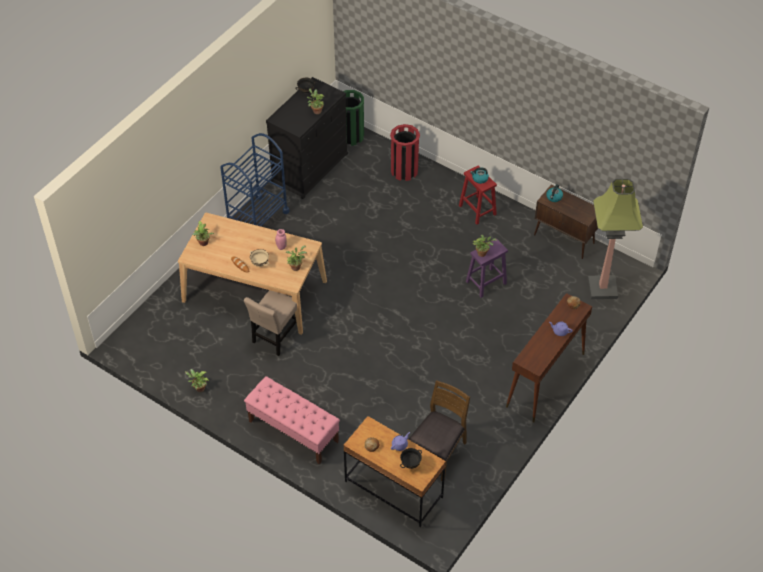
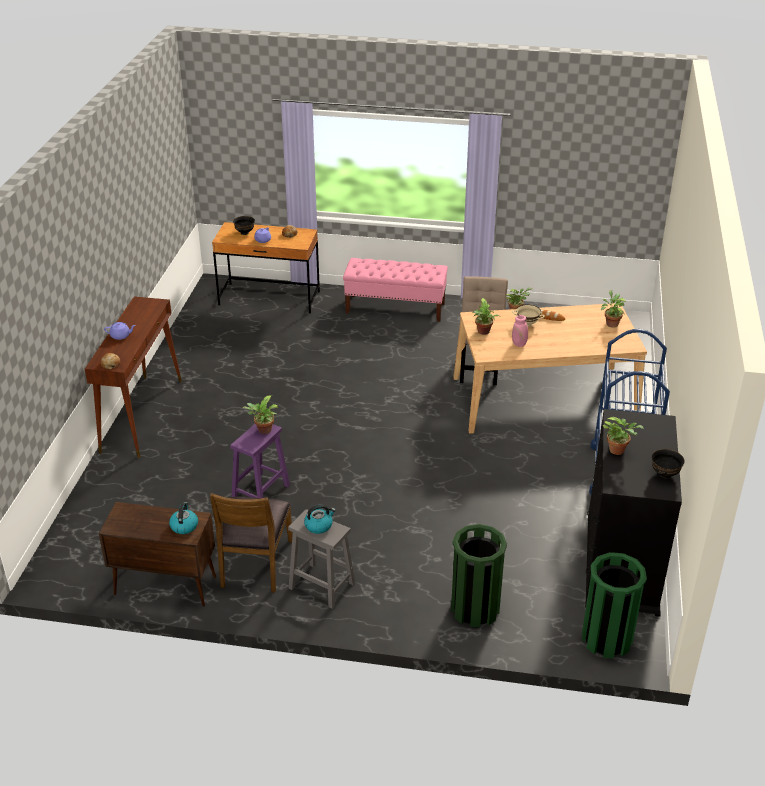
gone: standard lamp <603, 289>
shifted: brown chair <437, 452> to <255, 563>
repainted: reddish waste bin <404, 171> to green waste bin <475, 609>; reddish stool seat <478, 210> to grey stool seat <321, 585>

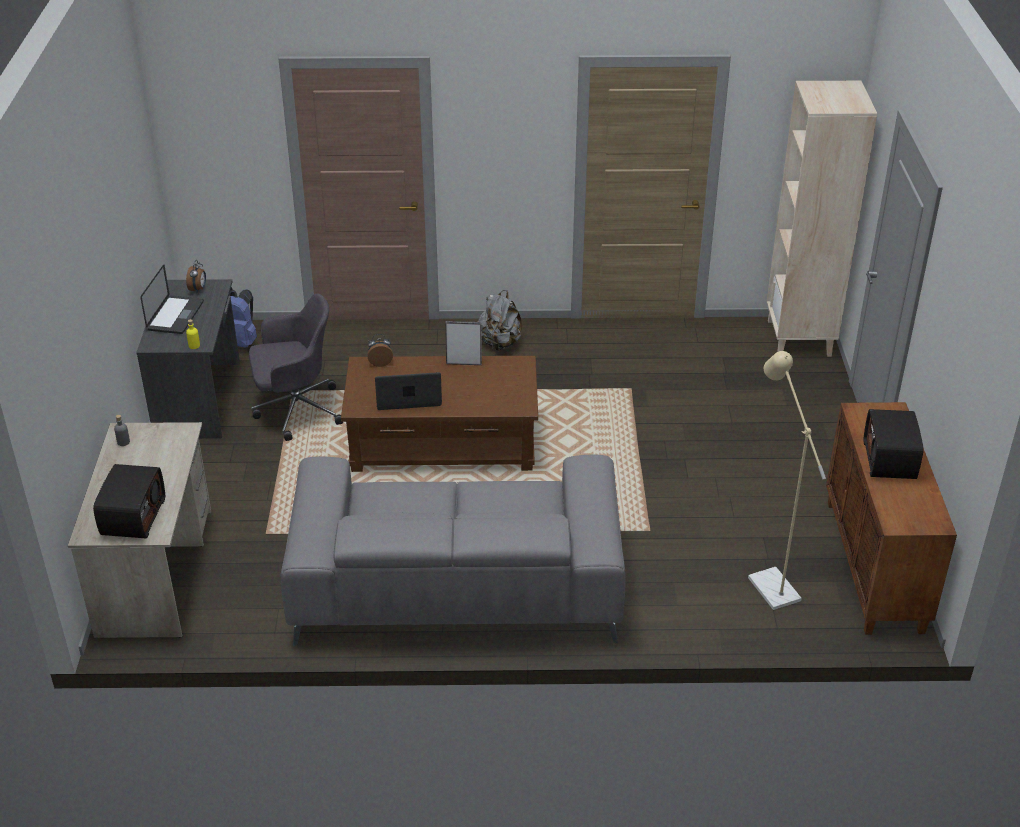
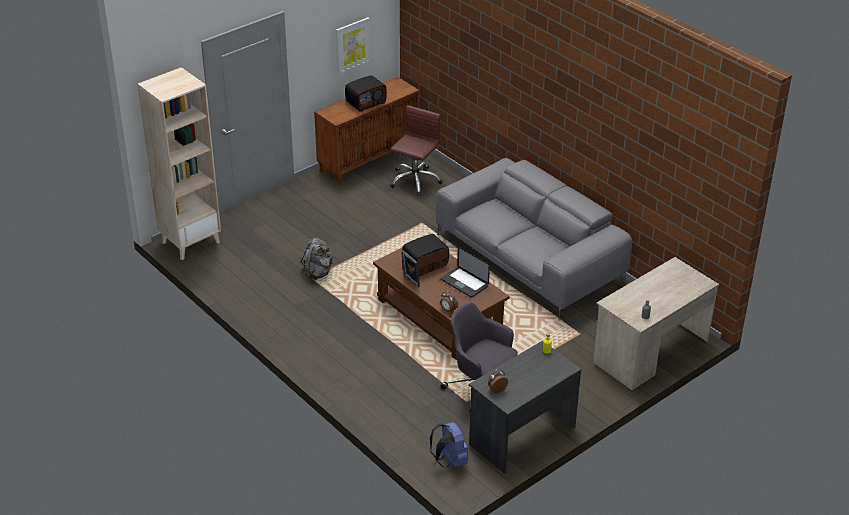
gone: portable computer <175, 316>
new: wall art <352, 45>
shifted: radio receiver <132, 516> to <425, 265>; grey knapsack <500, 343> to <317, 273>
swapped: sand-coloured standard lamp <768, 582> to brown desk chair <415, 180>

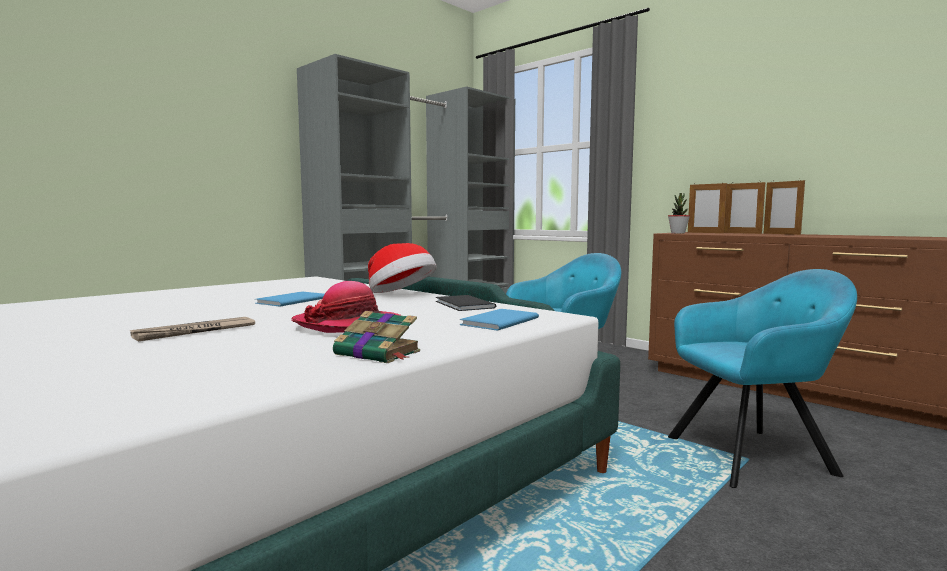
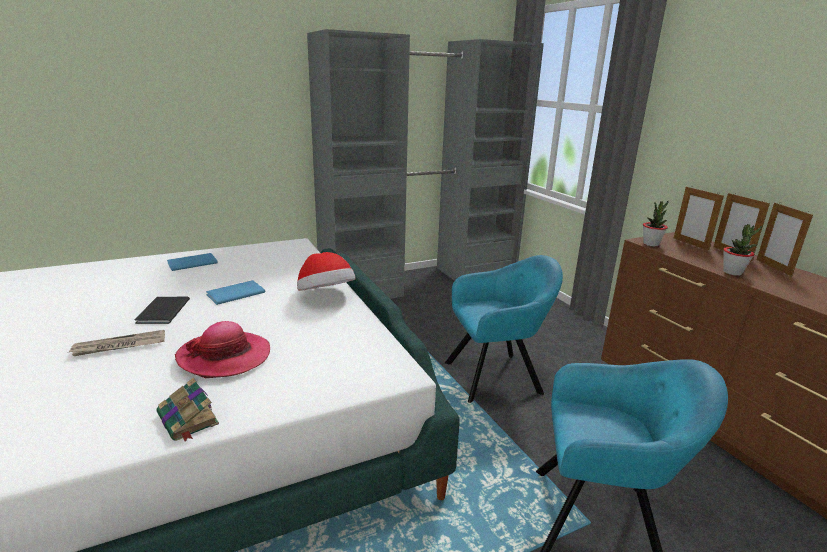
new: plant in a pot <732, 272>
shifted: black bound book <463, 305> to <161, 312>; blue-coloured bound book <497, 321> to <191, 263>

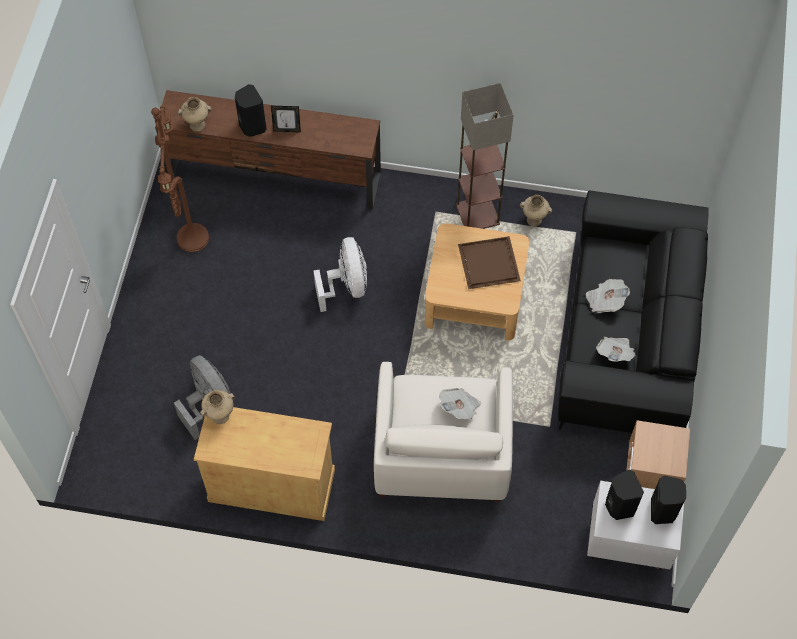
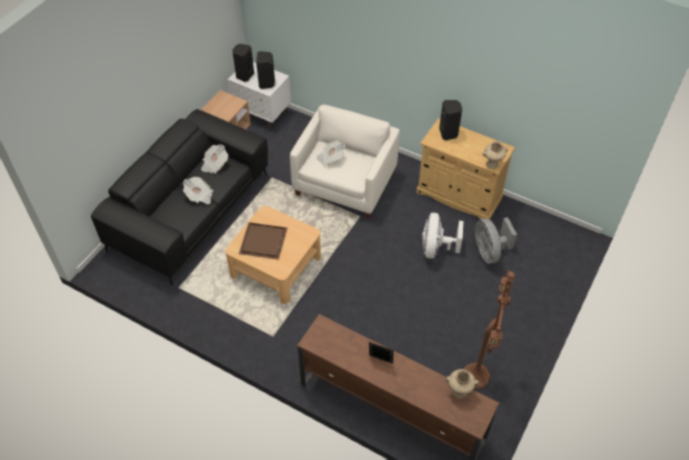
gone: standard lamp <477, 214>; sand-coloured flower vase <534, 219>
shifted: black audio speaker <252, 126> to <448, 133>; white-coloured electric fan <346, 286> to <436, 248>

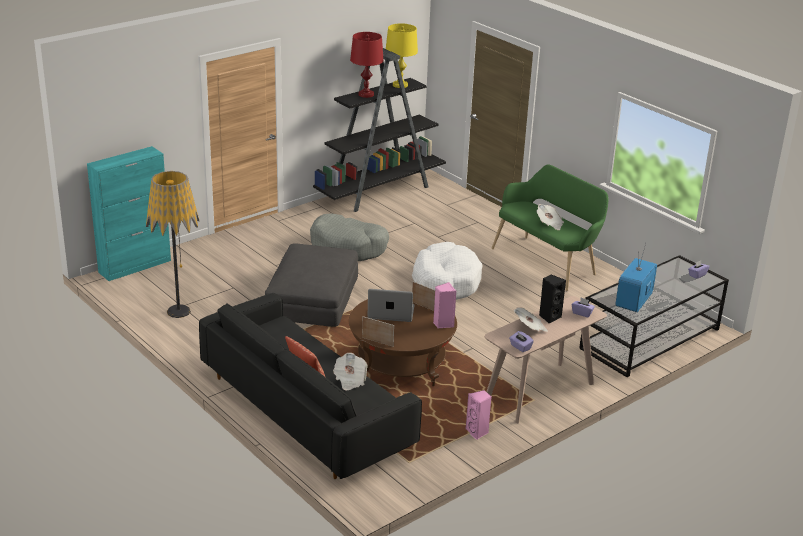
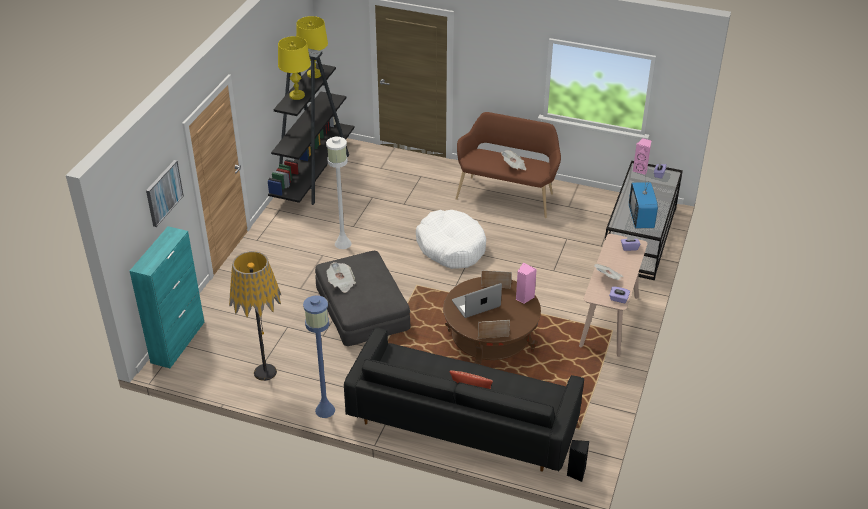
new: wall art <163, 193>; blue-coloured standard lamp <324, 410>
shifted: newspaper <350, 380> to <341, 283>; pink-coloured audio speaker <477, 432> to <641, 170>; black audio speaker <549, 317> to <576, 473>
swapped: grey dog bed <348, 247> to white-coloured standard lamp <342, 244>
repainted: reddish table lamp <366, 94> to yellowish table lamp <297, 95>; green long seat <547, 261> to brown long seat <507, 194>

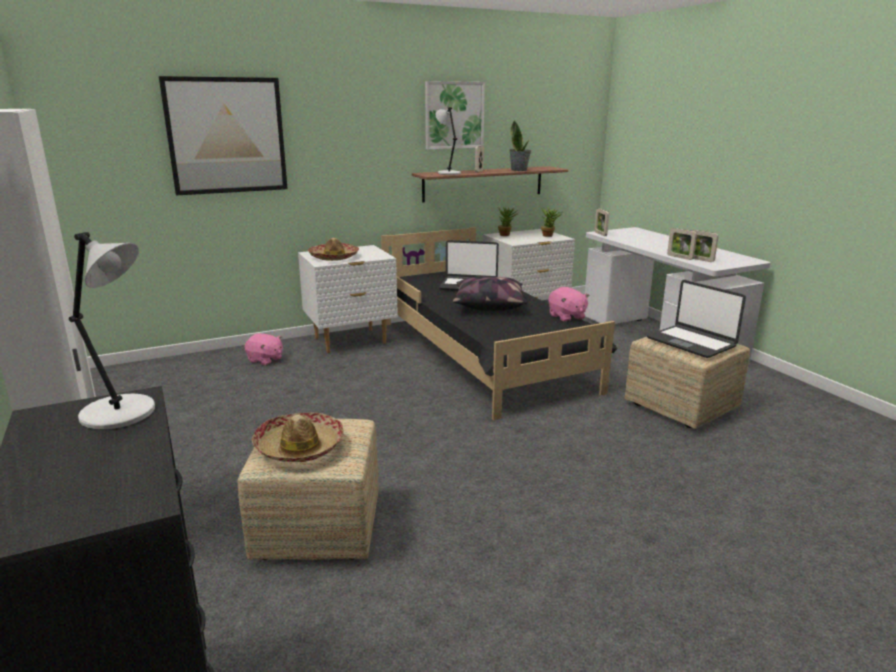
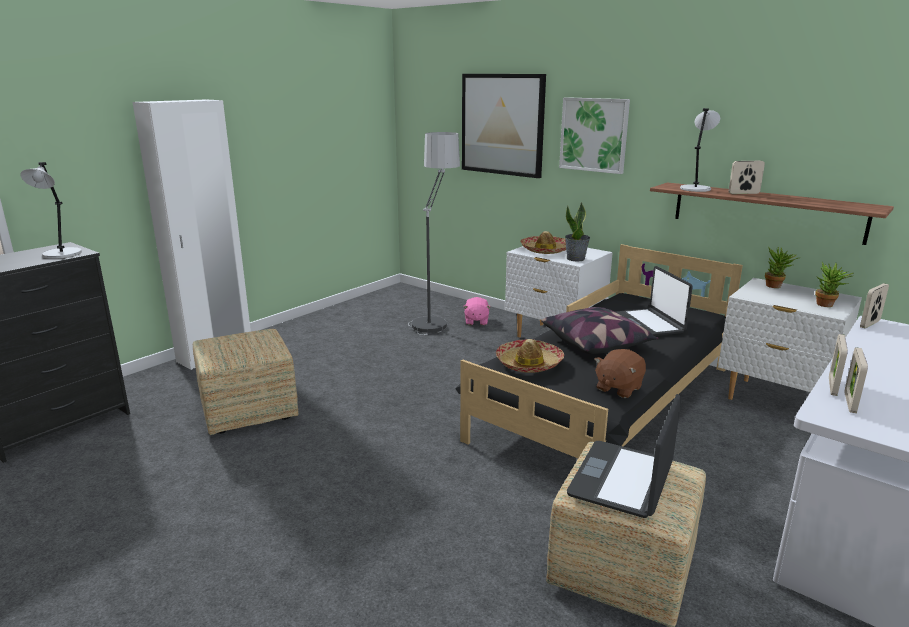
new: standard lamp <434, 317>
shifted: wearable hat <299, 447> to <529, 364>; wall art <454, 115> to <594, 135>; plant in a pot <519, 170> to <576, 259>
repainted: pink-coloured soft toy <566, 317> to brown soft toy <618, 388>

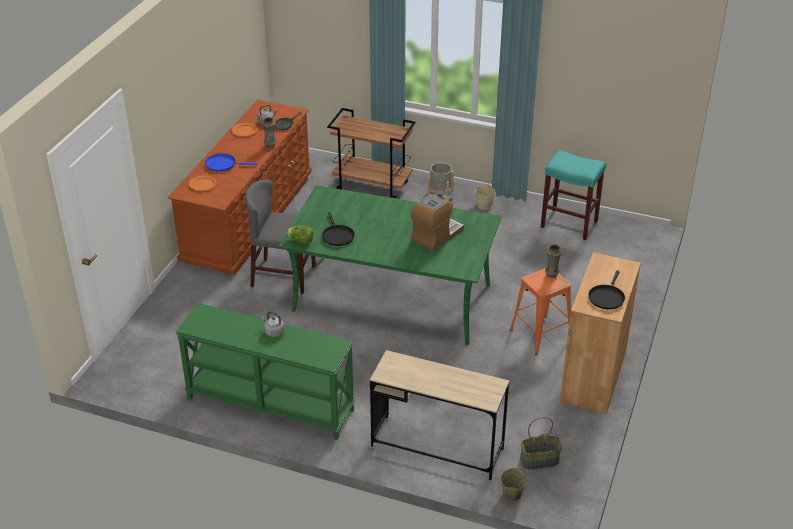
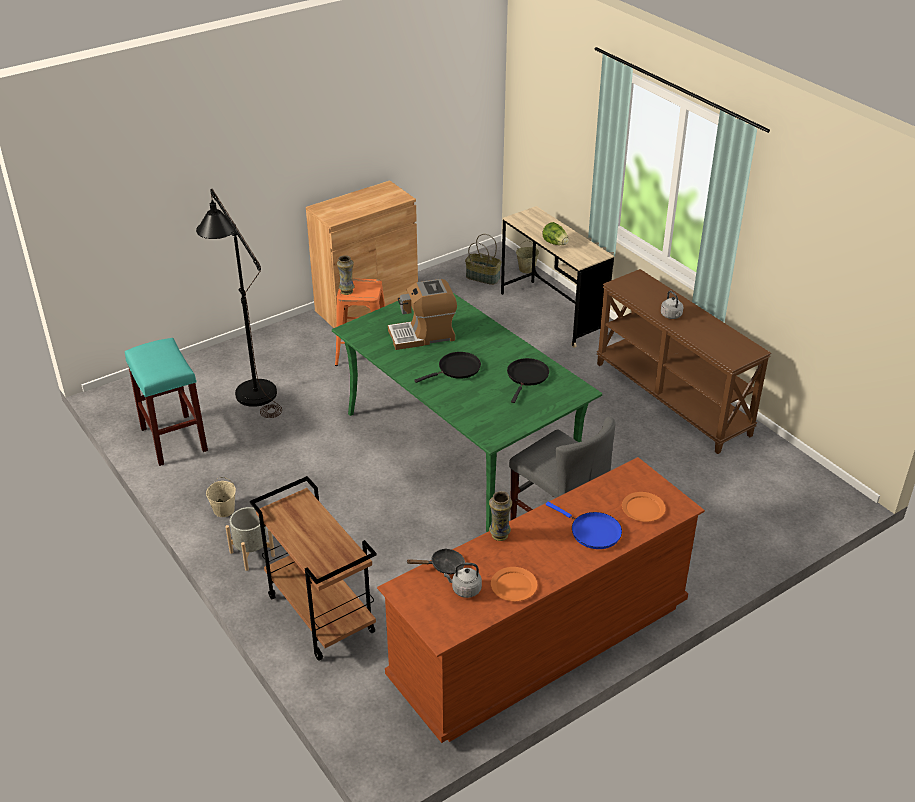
new: black standard lamp <251, 387>
shifted: lettuce head <301, 241> to <555, 243>; black pan <606, 297> to <457, 369>
repainted: green console table <269, 405> to brown console table <673, 398>

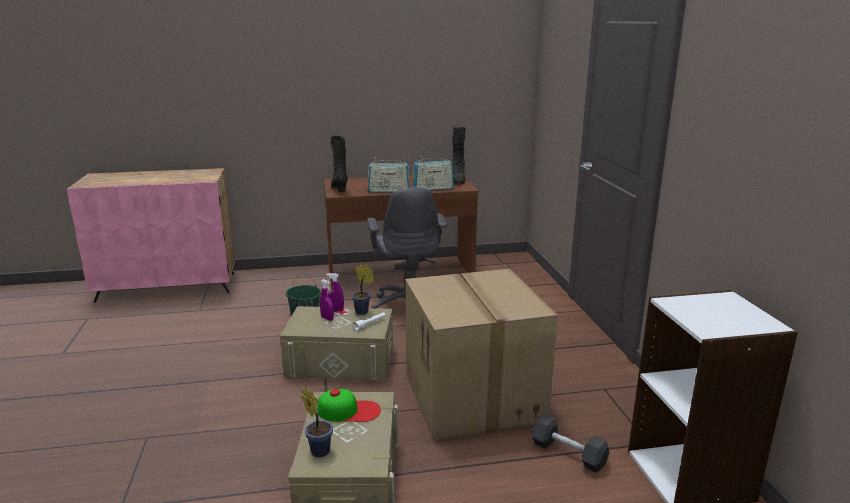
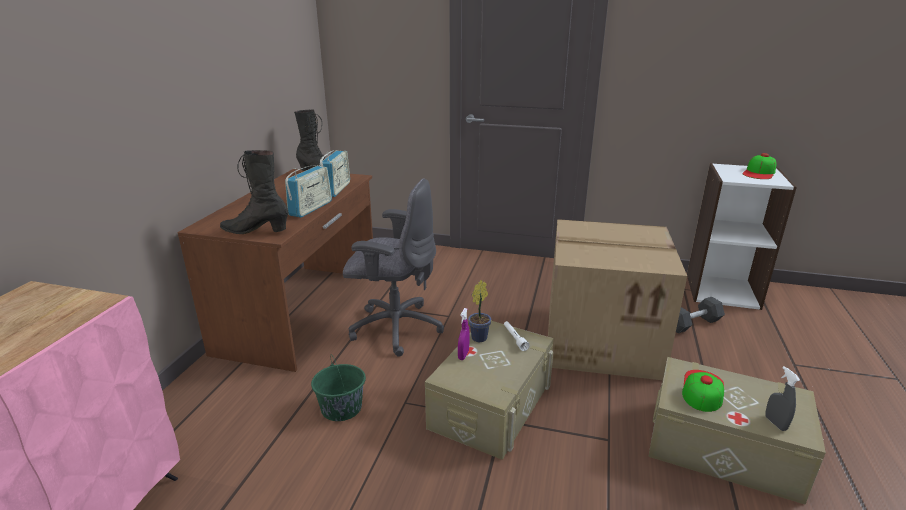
gone: purple sprayer <327, 318>
new: baseball cap <759, 172>
swapped: plant in a pot <319, 450> to grey sprayer <775, 423>

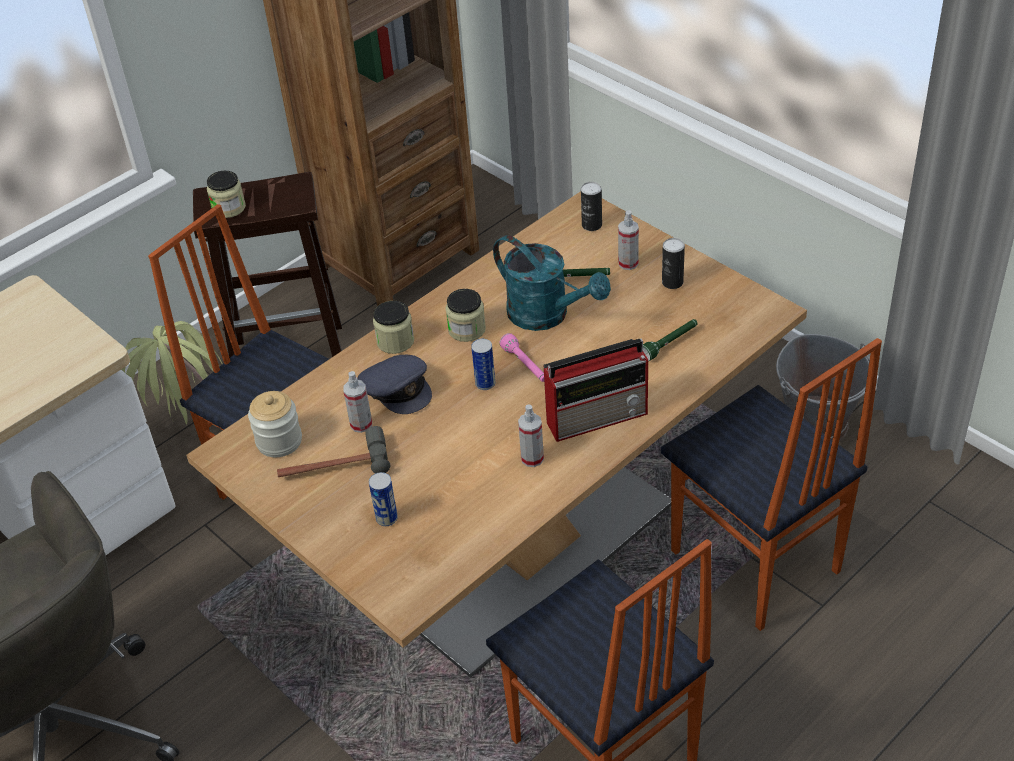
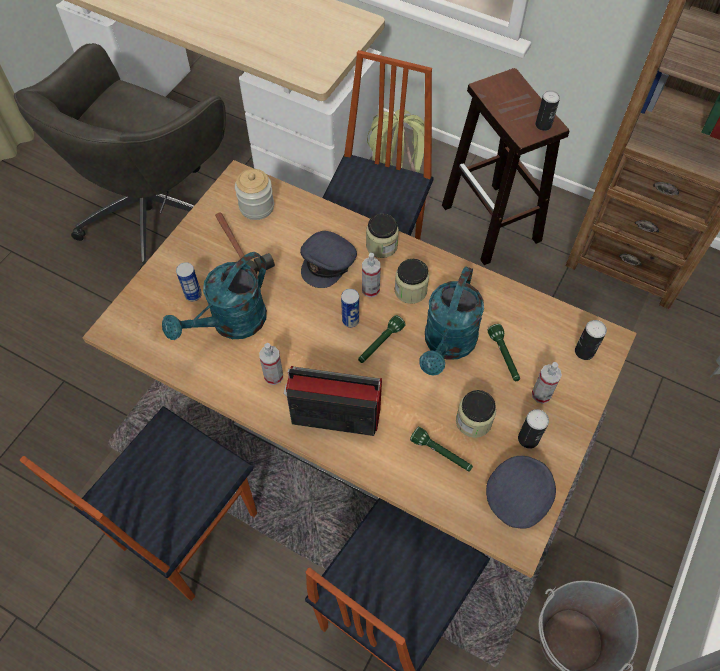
new: turquoise watering can <231, 324>; grey baseball cap <518, 494>; metal can <543, 125>
shifted: jar <229, 208> to <473, 421>; sprayer <361, 424> to <370, 289>
repainted: pink-coloured hand torch <525, 365> to green hand torch <380, 344>
rotated: radio receiver <599, 416> = <333, 415> 135 degrees clockwise

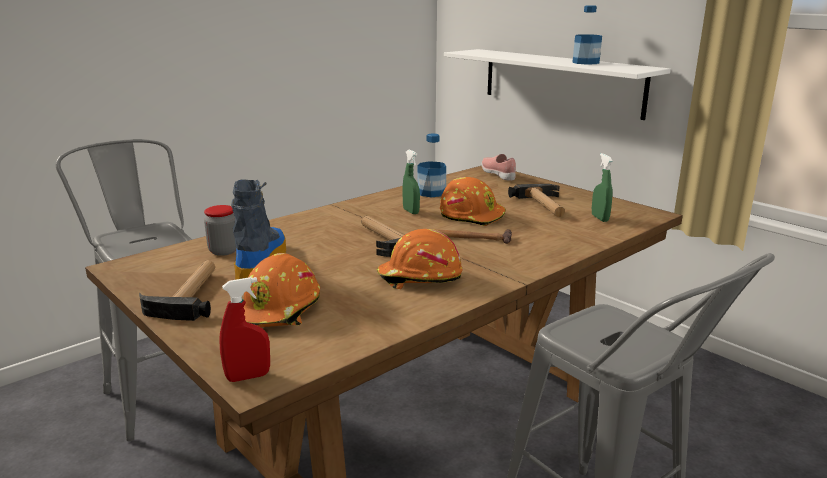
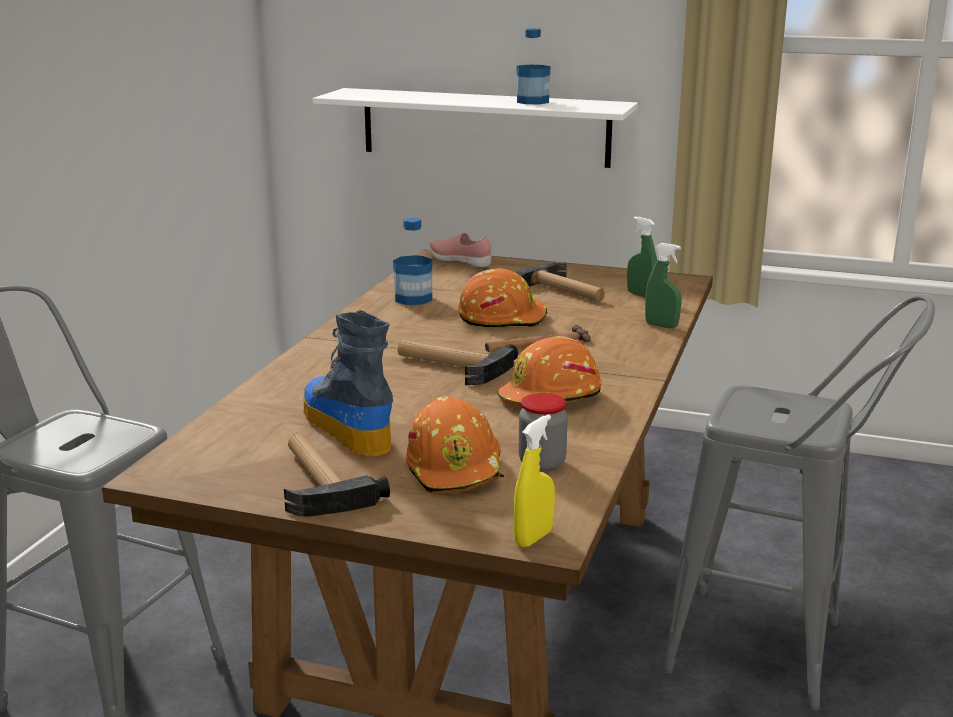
shifted: jar <224, 251> to <542, 463>; green sprayer <411, 211> to <661, 325>
repainted: reddish sprayer <248, 377> to yellowish sprayer <533, 538>

